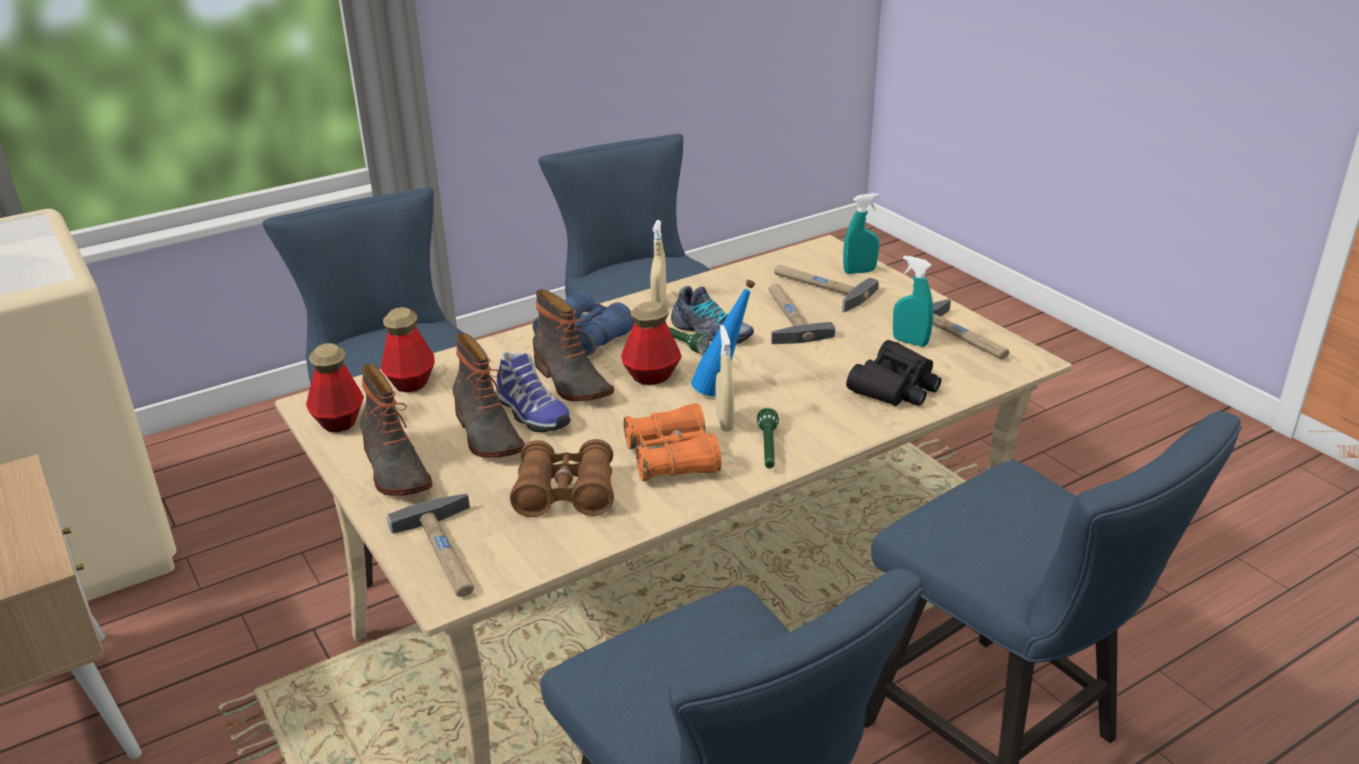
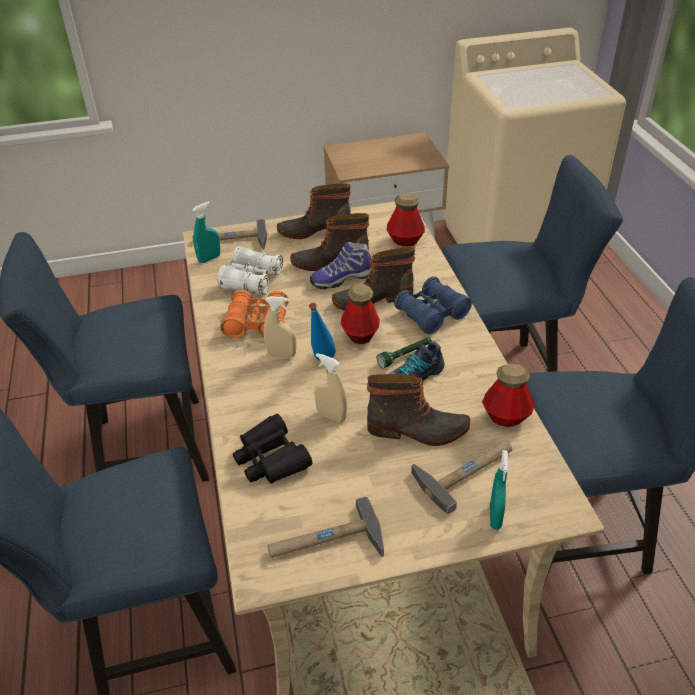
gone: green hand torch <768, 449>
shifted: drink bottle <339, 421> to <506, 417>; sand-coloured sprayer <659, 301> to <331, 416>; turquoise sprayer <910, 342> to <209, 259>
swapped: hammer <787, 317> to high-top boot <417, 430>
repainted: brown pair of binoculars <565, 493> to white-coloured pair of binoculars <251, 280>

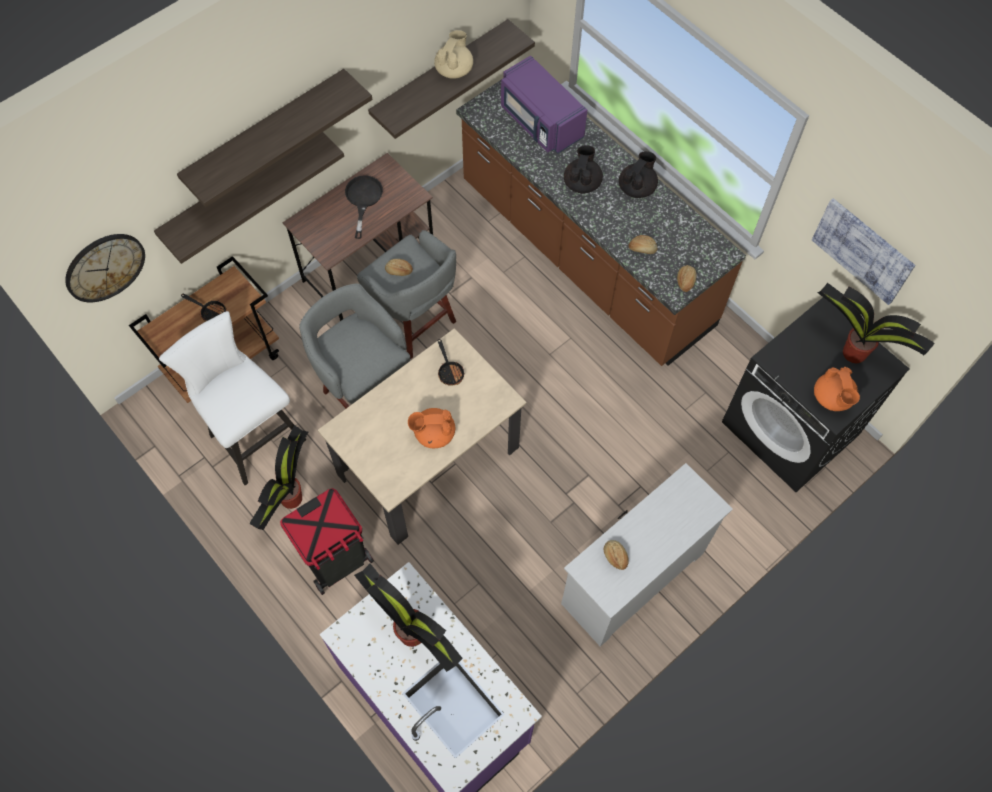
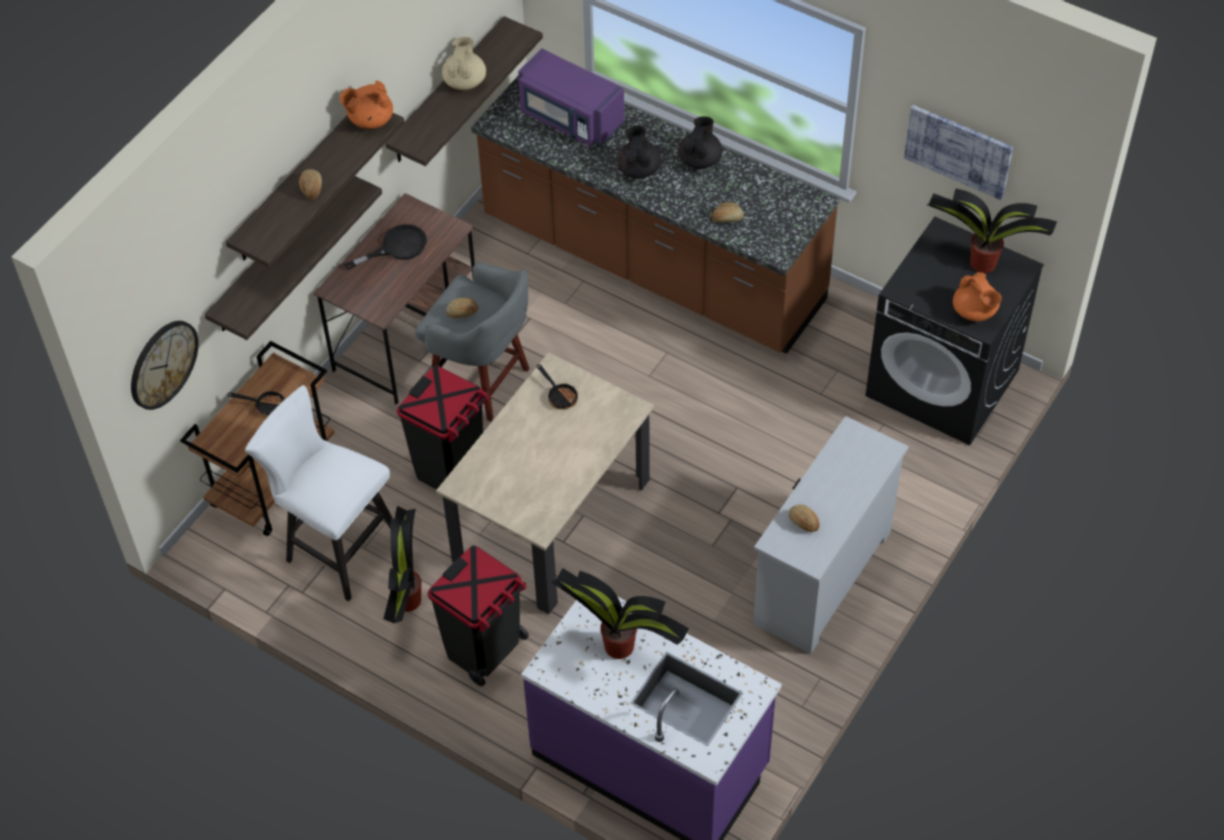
shifted: orange pot for tea <433, 434> to <370, 120>; baked bread <685, 281> to <311, 188>
swapped: grey stool seat <365, 392> to black waste bin <451, 468>
rotated: black pan <363, 199> = <396, 247> 75 degrees clockwise

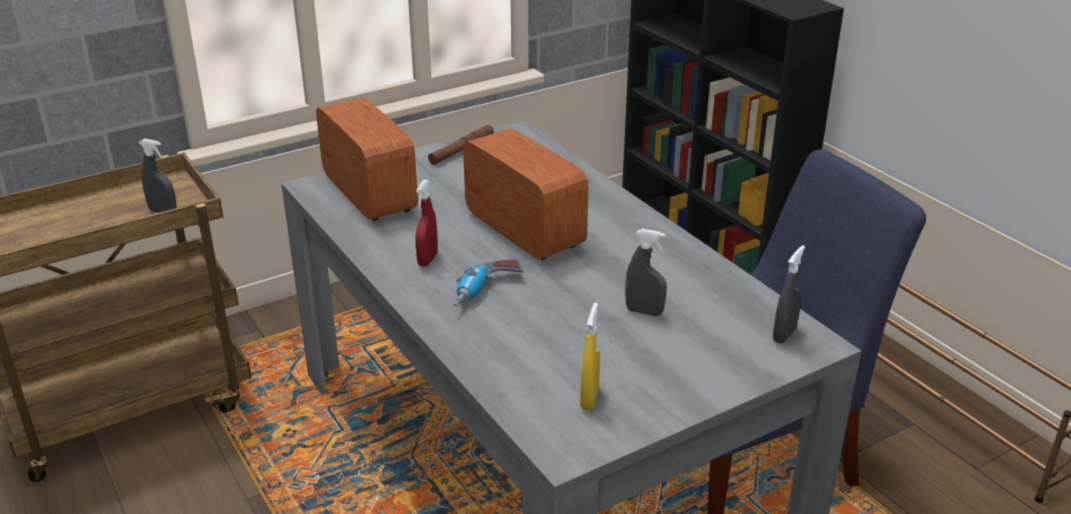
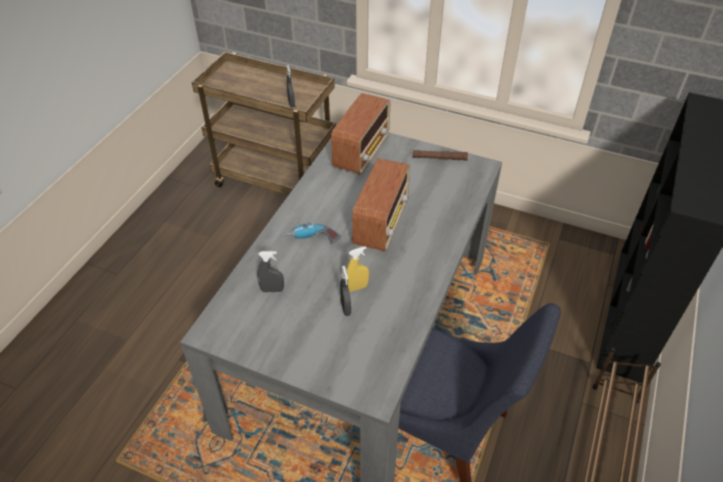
gone: reddish sprayer <427, 259>
shifted: yellowish sprayer <589, 399> to <357, 287>; grey sprayer <784, 335> to <272, 290>

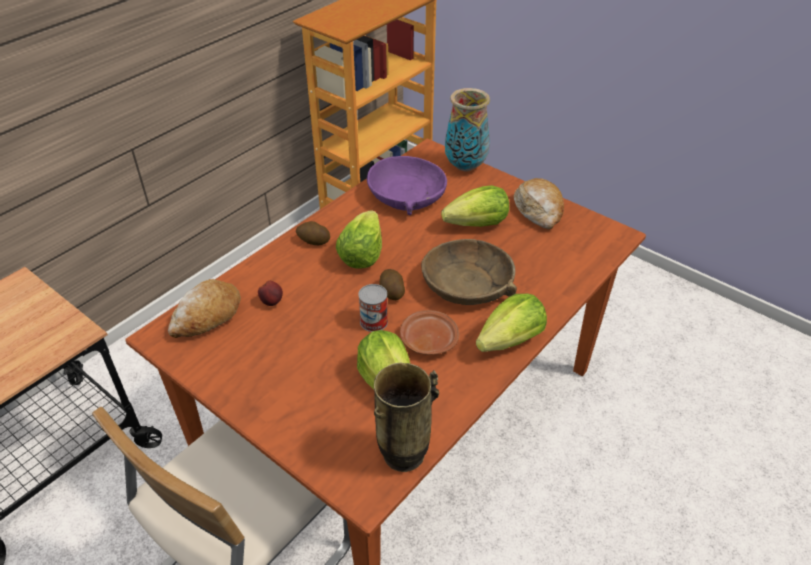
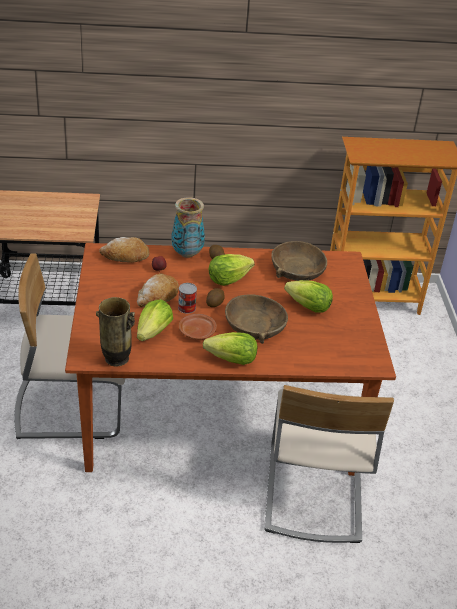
new: sand-coloured chair <312, 493>
shifted: flower vase <466, 166> to <187, 254>; baked bread <539, 210> to <157, 297>
repainted: purple bowl <407, 195> to brown bowl <297, 270>

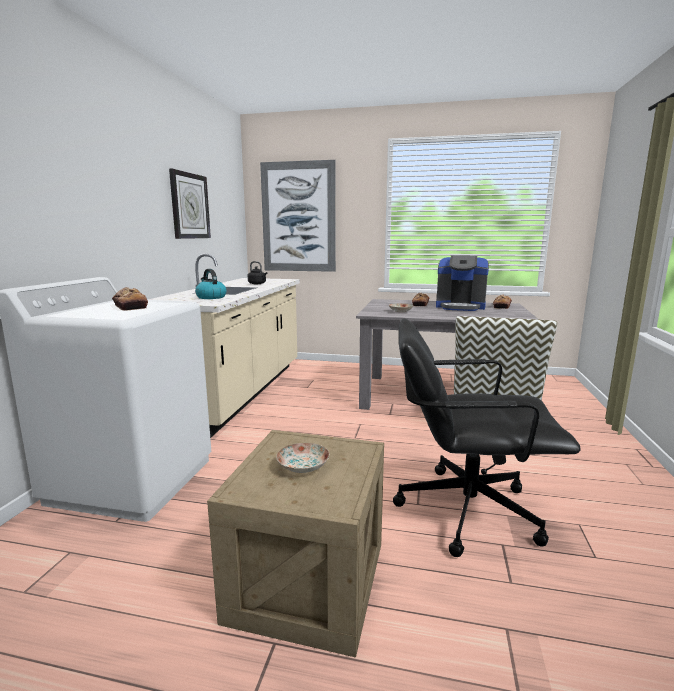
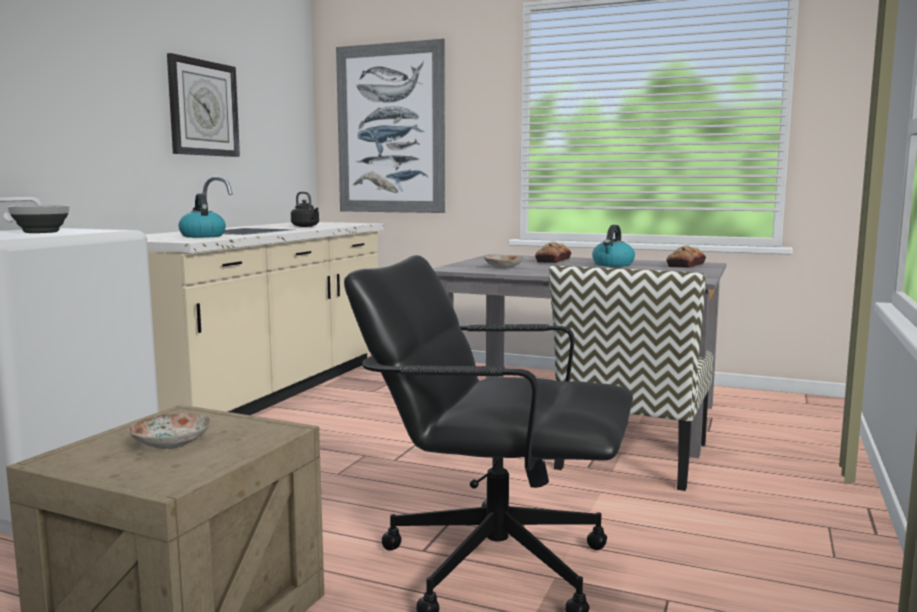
swapped: baked bread <130, 306> to bowl <40, 232>; coffee maker <460, 307> to water kettle <613, 265>

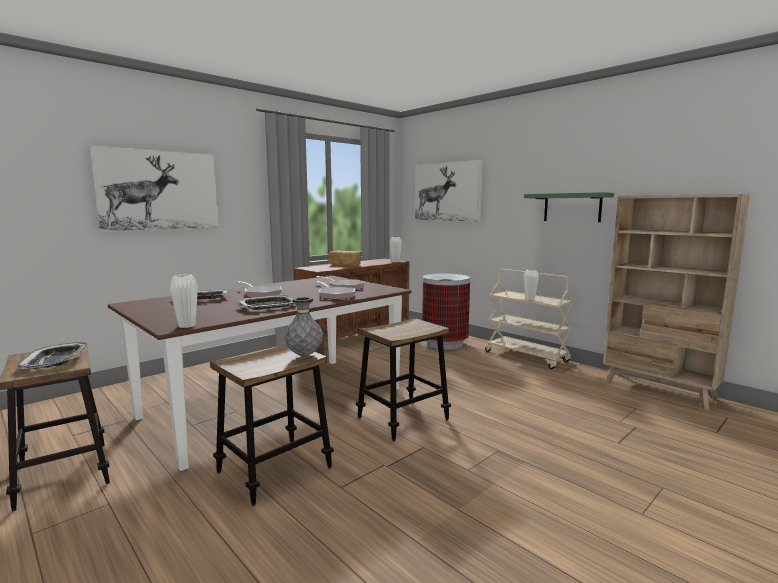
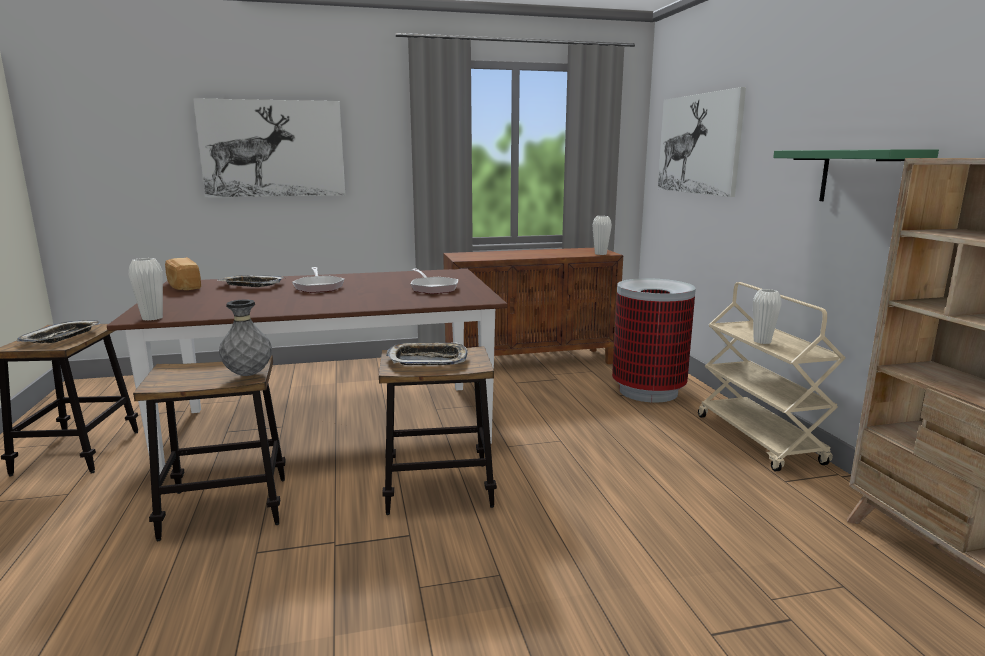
gone: pan <335, 295>
shifted: serving tray <268, 306> to <428, 360>; baked bread <344, 265> to <183, 286>

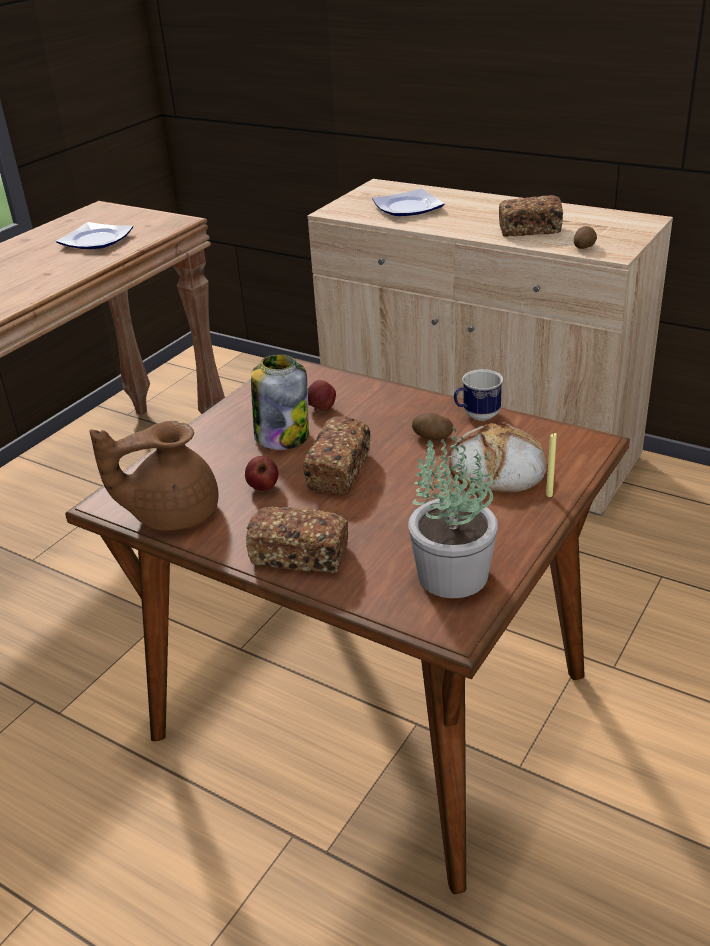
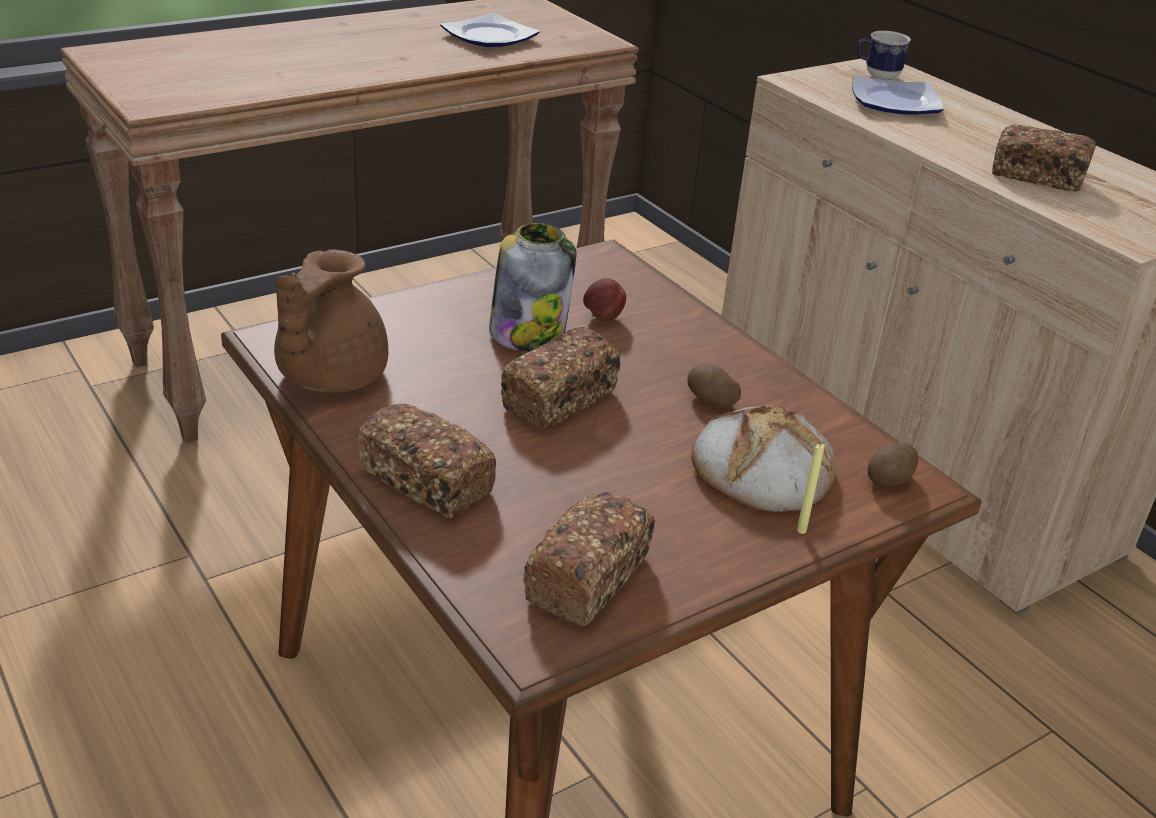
gone: whole apple <263, 487>
shifted: coffee mug <476, 416> to <876, 76>; whole potato <584, 247> to <890, 479>
swapped: plant in a pot <451, 574> to baked bread <587, 578>
rotated: brown pot for tea <172, 514> = <328, 377> 75 degrees counterclockwise

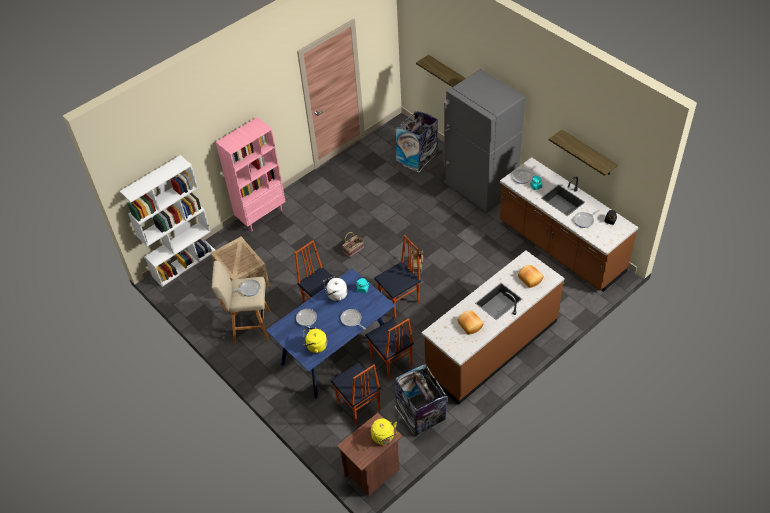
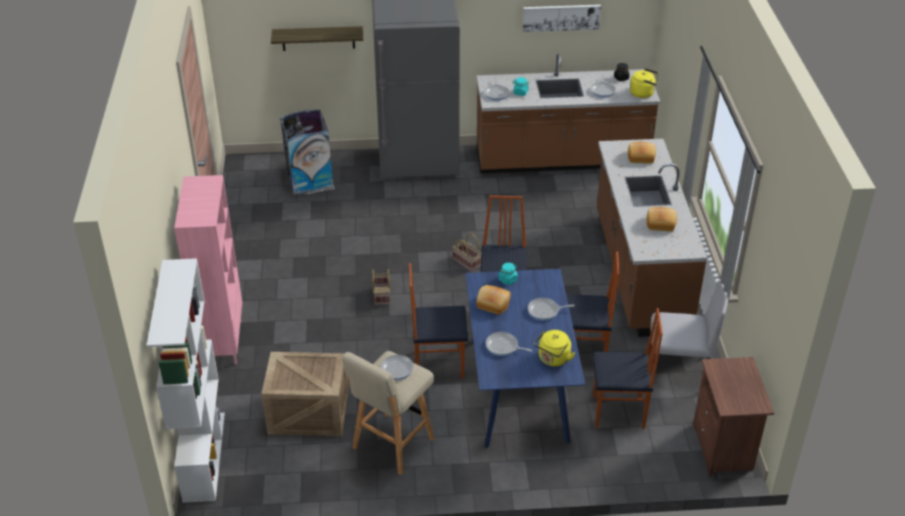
shifted: yellowish water kettle <384, 437> to <643, 93>
swapped: white-coloured water kettle <336, 295> to baked bread <492, 305>; waste bin <421, 415> to grey chair <679, 369>; shelf <588, 153> to wall art <561, 17>

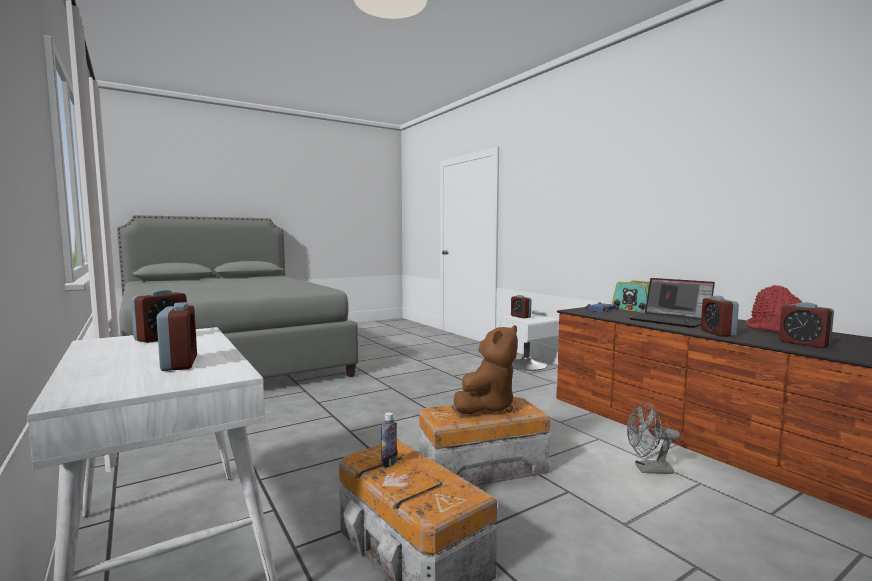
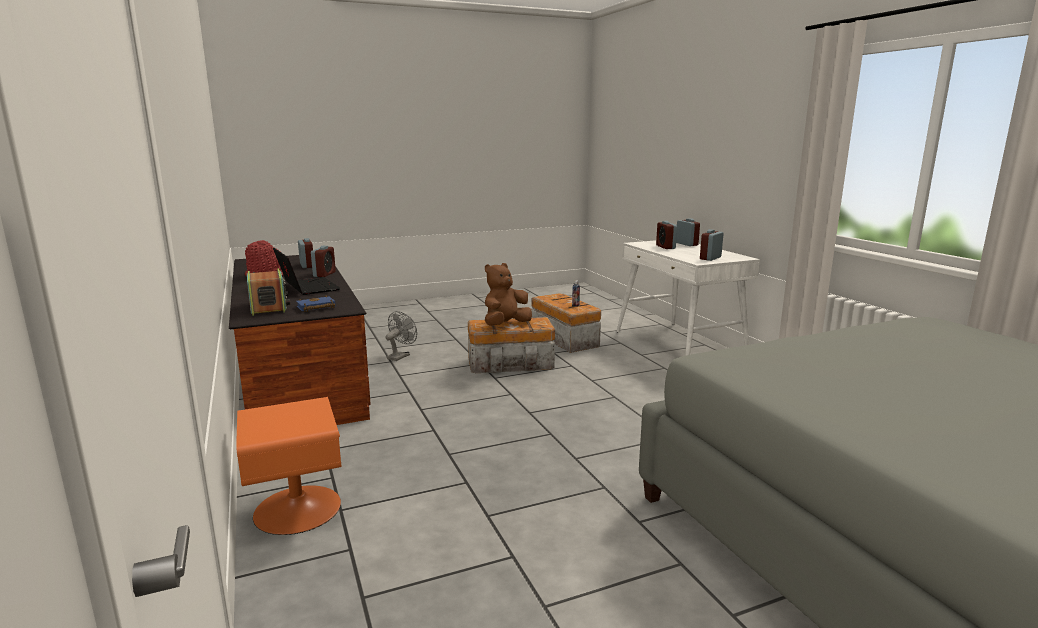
shifted: alarm clock <520, 316> to <686, 244>
repainted: white-coloured night table <527, 364> to orange night table <296, 509>
rotated: grey electric fan <648, 469> = <400, 356> 75 degrees counterclockwise

